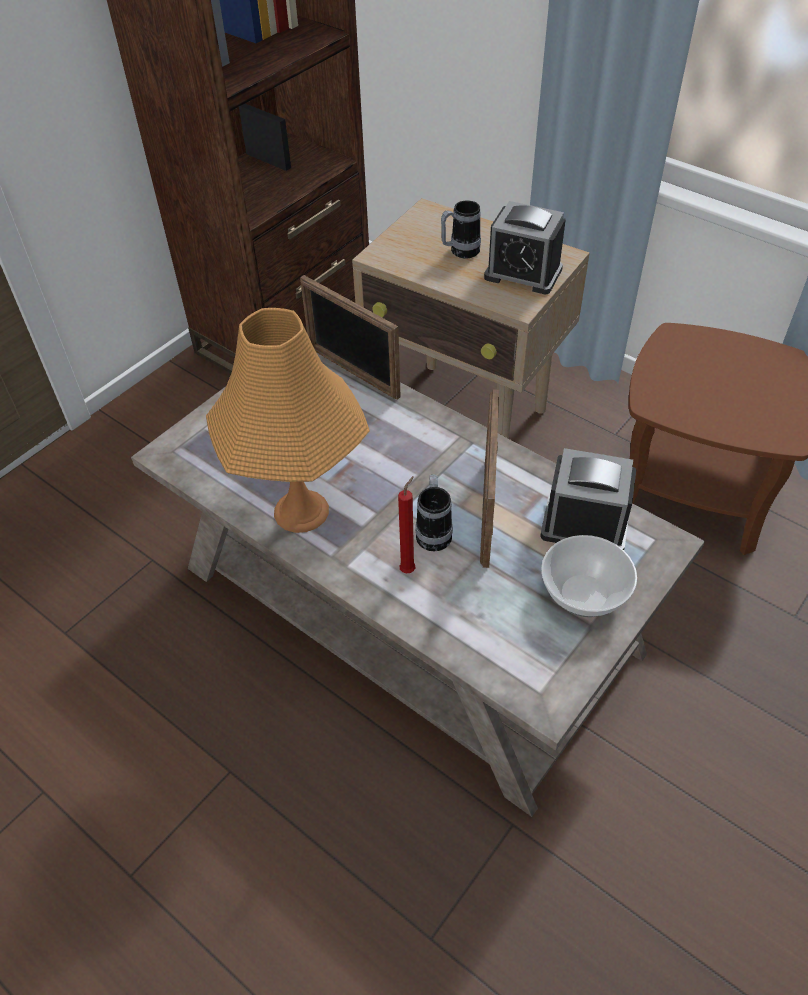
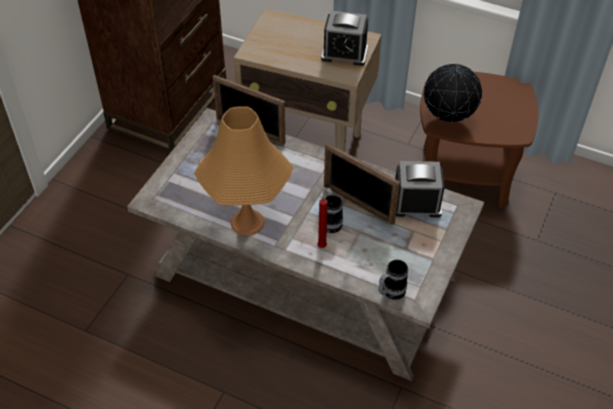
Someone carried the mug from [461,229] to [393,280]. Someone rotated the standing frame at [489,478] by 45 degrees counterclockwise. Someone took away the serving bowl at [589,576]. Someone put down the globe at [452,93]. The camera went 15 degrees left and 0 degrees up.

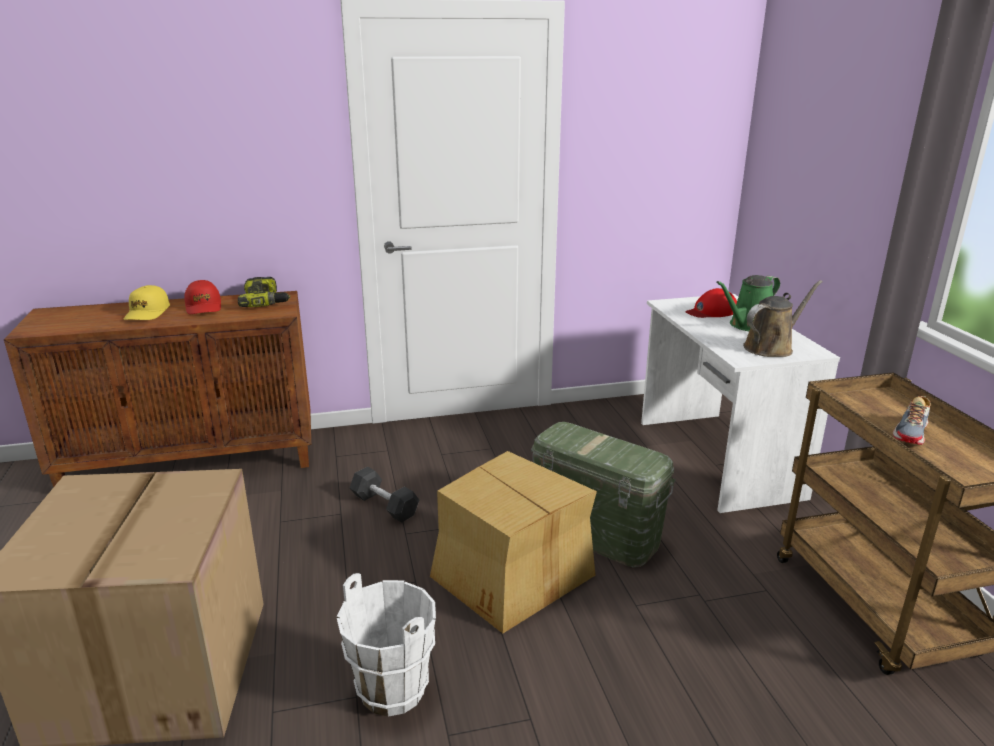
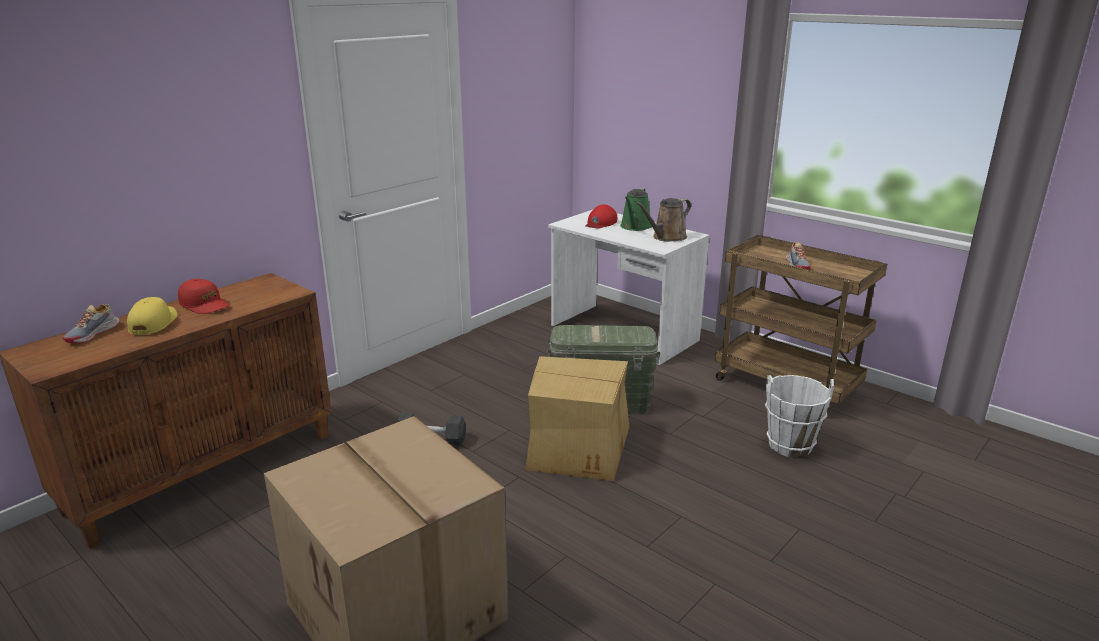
Someone rotated the yellow peaked cap at [147,302] by 150 degrees counterclockwise. Someone took away the drill at [264,292]. Someone carried the white-coloured bucket from [386,644] to [799,416]. Someone rotated the brownish watering can at [783,318] by 150 degrees counterclockwise. Someone put down the item of footwear at [91,323]. The camera went 35 degrees left and 0 degrees up.

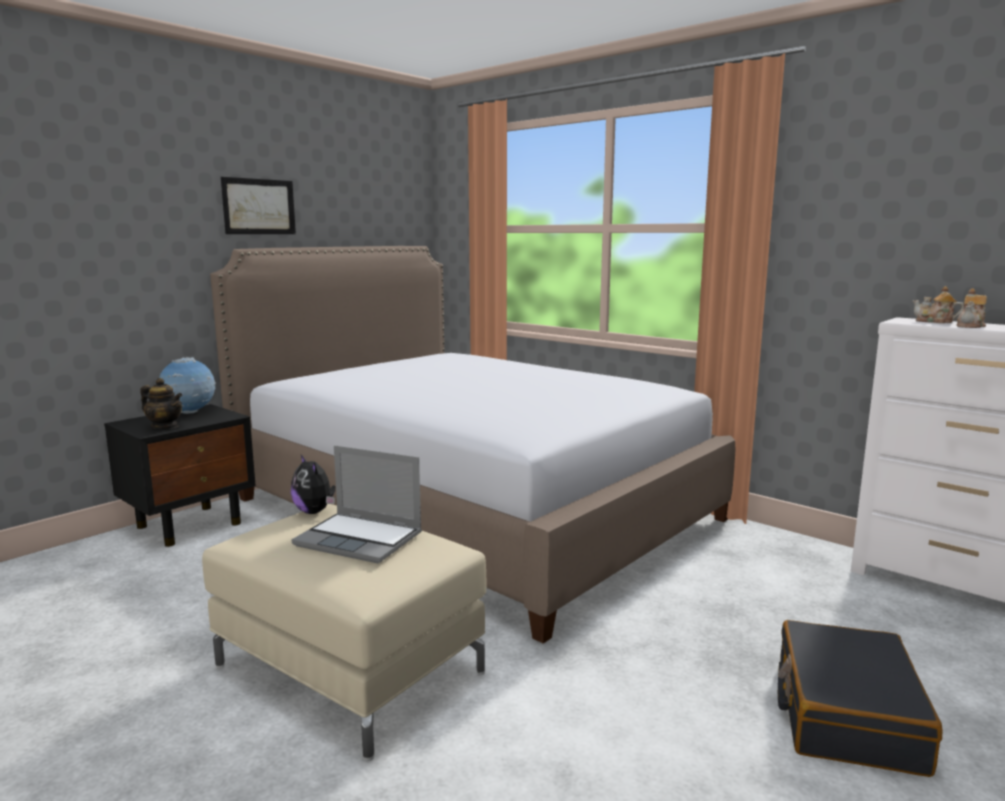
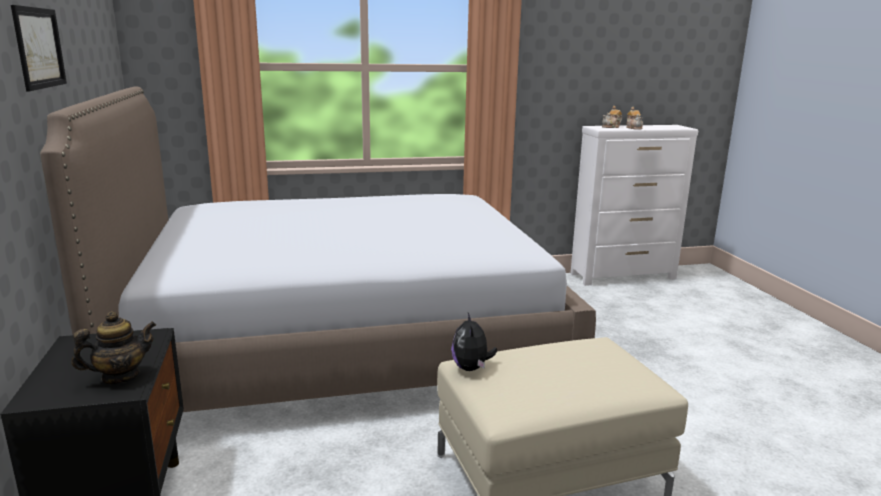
Someone took away the globe at [187,385]. Someone took away the laptop at [356,504]. Someone rotated the plush toy at [313,484] by 90 degrees clockwise. Someone took away the black travel case at [860,698]. The camera went 55 degrees left and 5 degrees up.

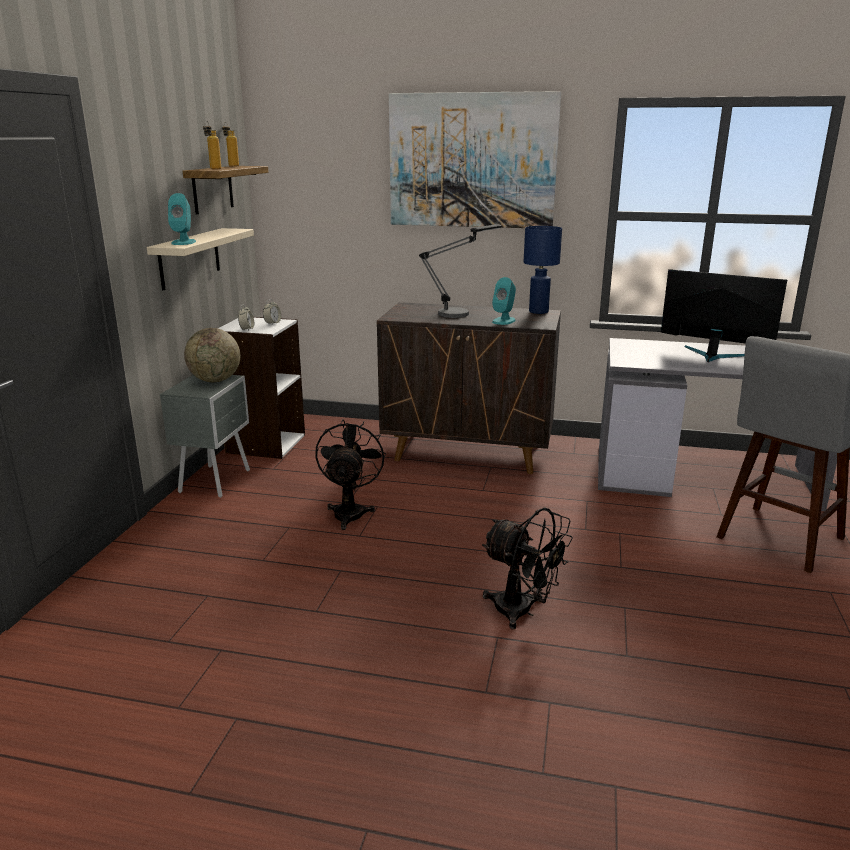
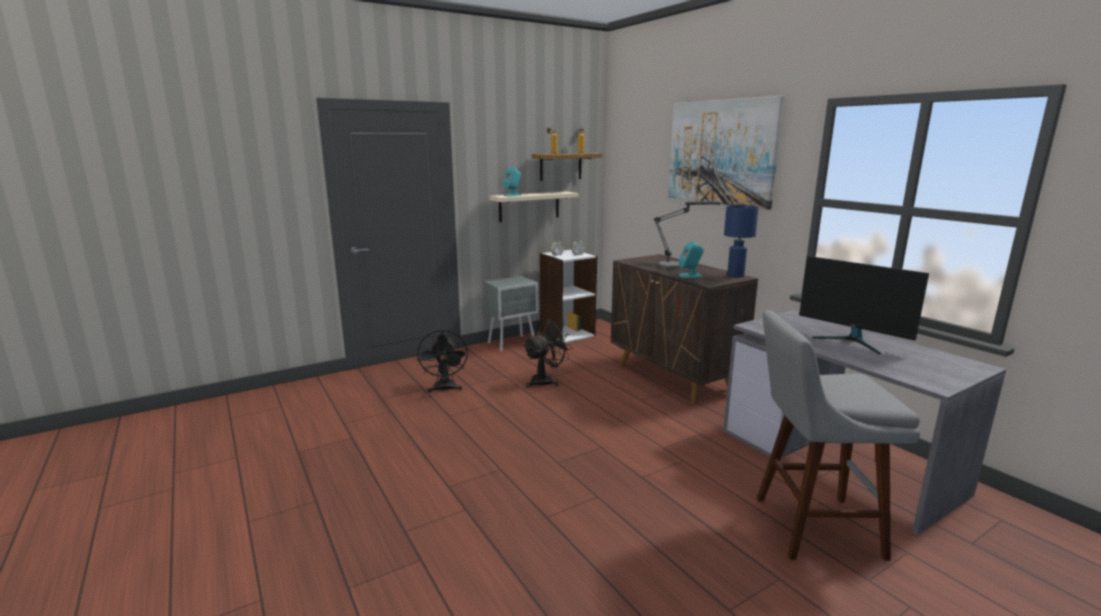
Someone took away the globe at [212,355]. Someone carried the black electric fan from [527,568] to [442,361]. Someone rotated the monitor at [724,315] by 150 degrees clockwise. The camera went 45 degrees right and 5 degrees down.

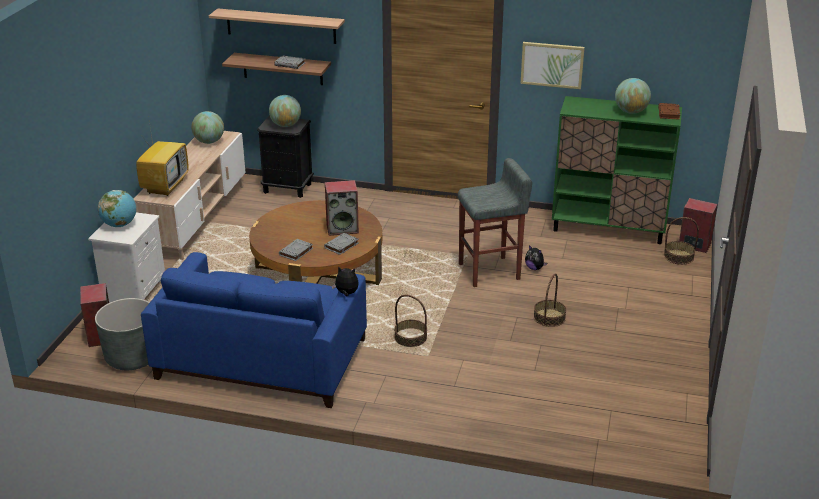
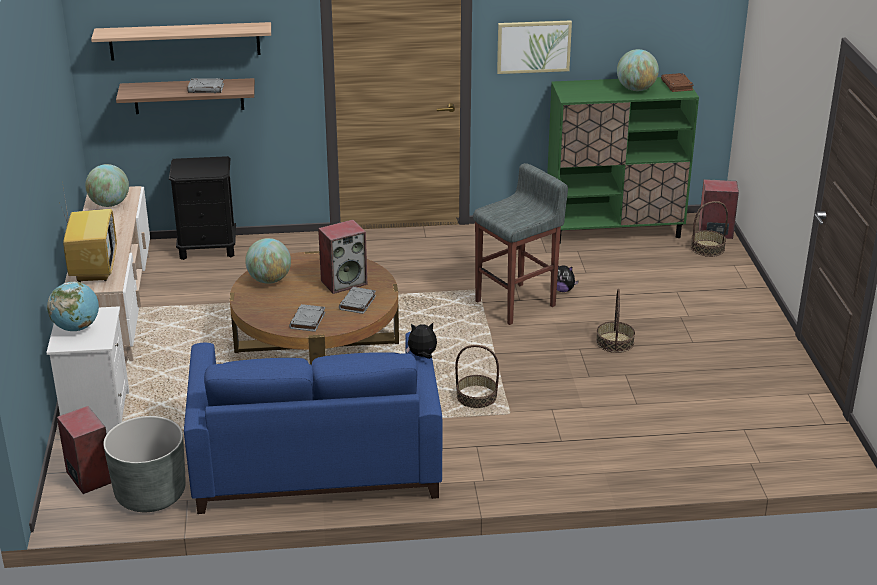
Someone carried the globe from [285,111] to [268,261]. The camera went 20 degrees left and 0 degrees up.

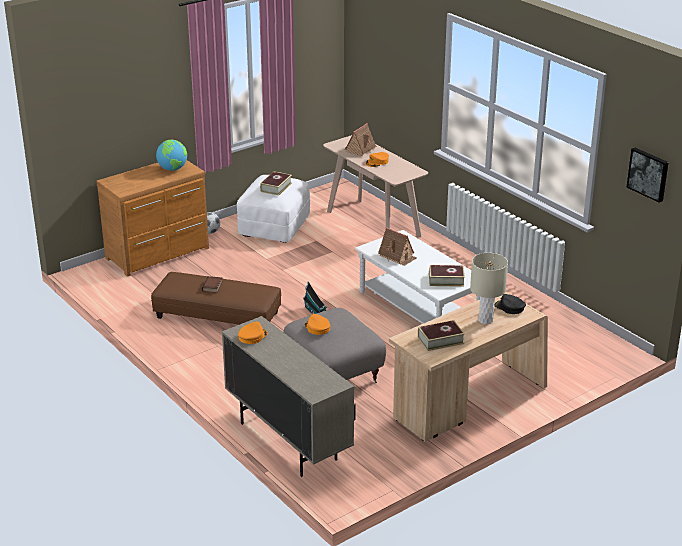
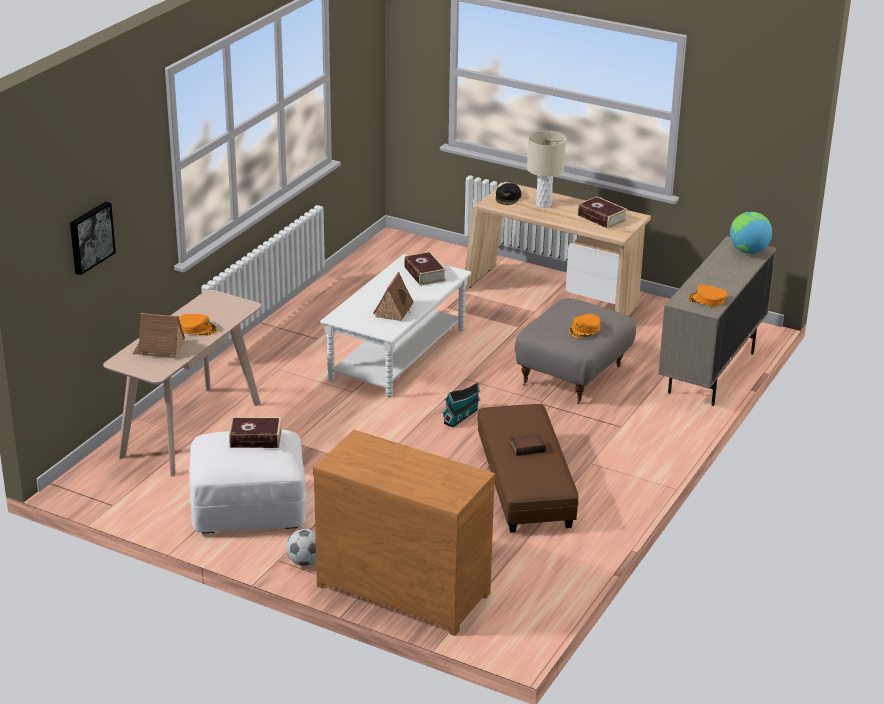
Someone carried the globe from [171,155] to [751,233]. Someone carried the picture from [648,175] to [93,238]. The camera went 115 degrees left and 0 degrees up.

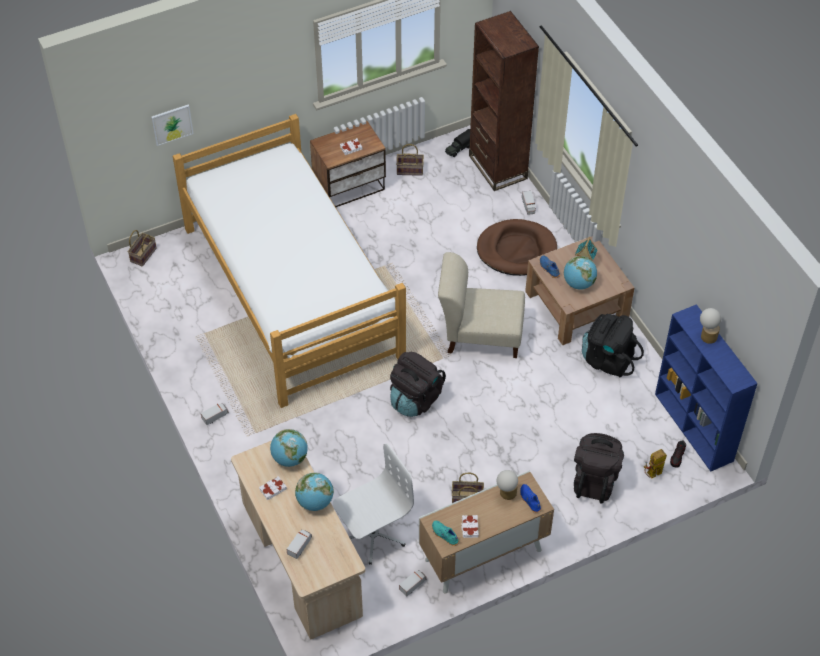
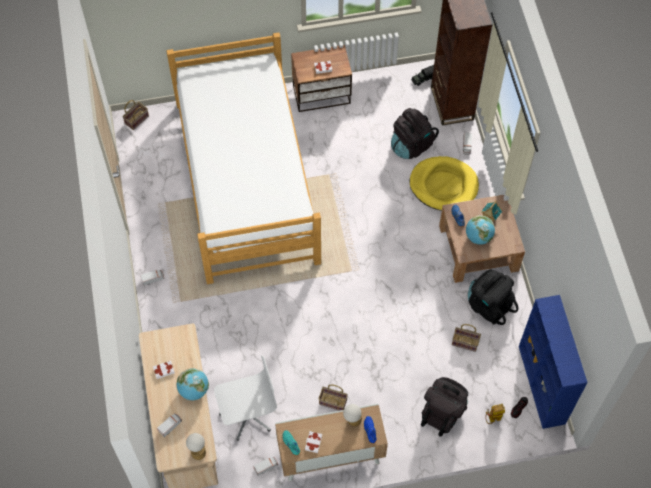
Someone took away the picture at [172,125]. Someone took away the globe at [289,448]. Someone carried the black knapsack from [418,384] to [415,133]. Someone carried the household basket from [410,160] to [466,338]. Someone took away the beige plain chair at [481,305]. Someone repainted the brownish dog bed at [517,247], which became the yellow dog bed at [444,183]. Someone carried the tabletop lamp from [710,326] to [196,446]. The camera went 15 degrees right and 10 degrees up.

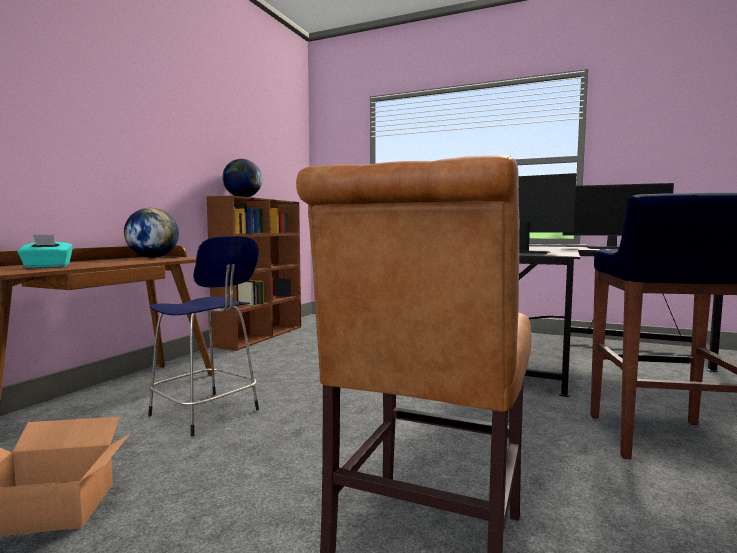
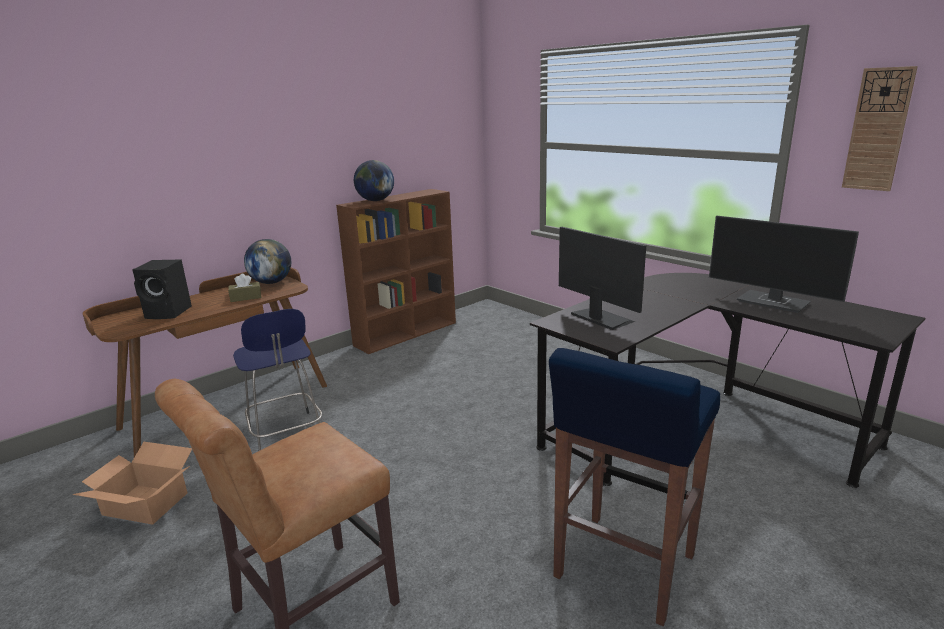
Someone swapped the turquoise-coloured tissue box at [45,251] for the black speaker at [162,289]. Someone put down the brownish tissue box at [244,288]. Someone put up the wall clock at [880,128]. The camera went 25 degrees right and 15 degrees up.

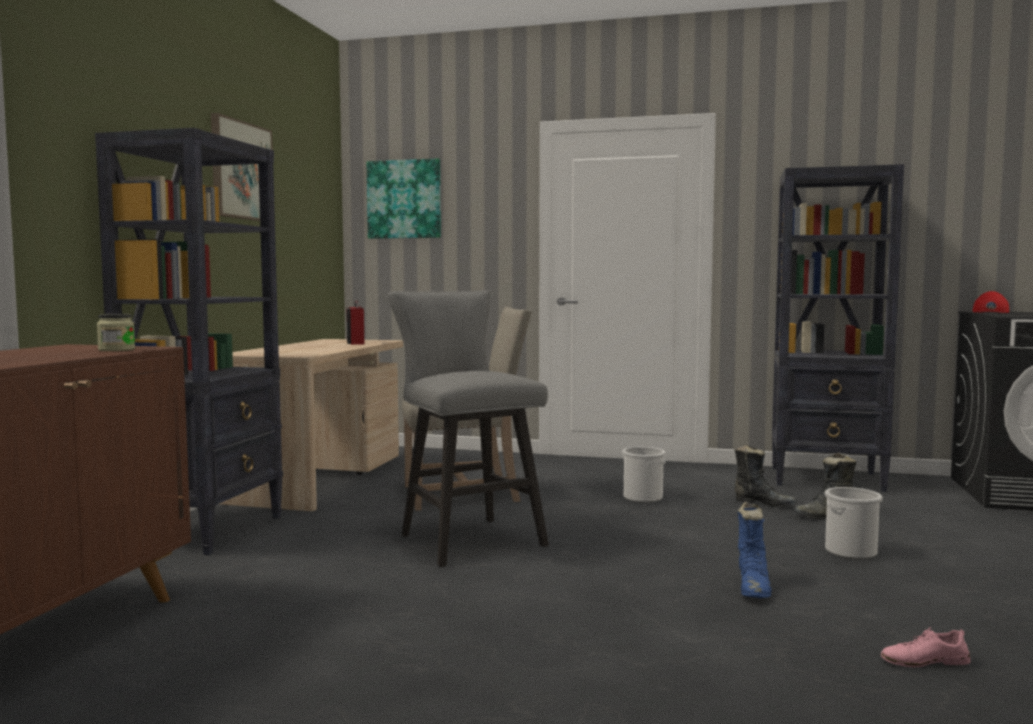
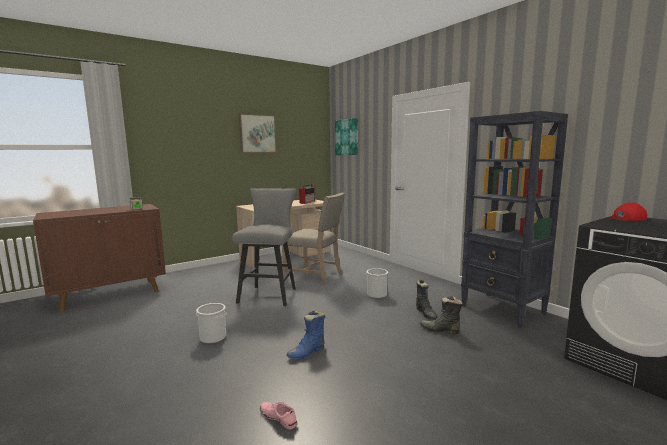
Someone took away the black bookcase at [189,341]. Someone carried the bucket from [854,523] to [211,323]. The camera went 40 degrees right and 5 degrees up.

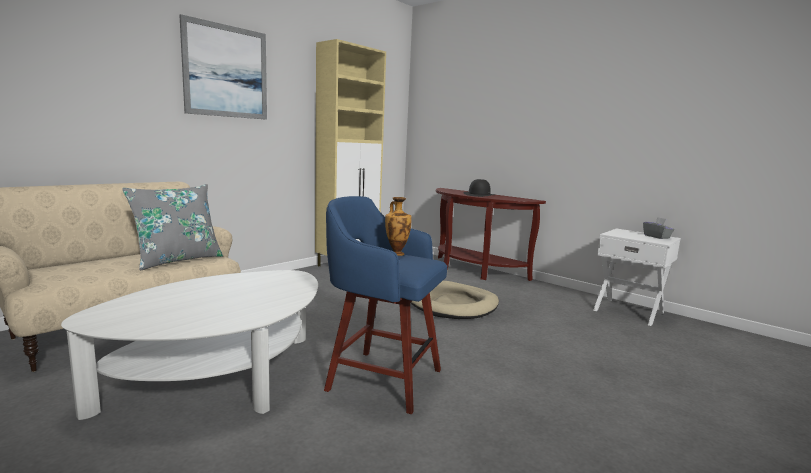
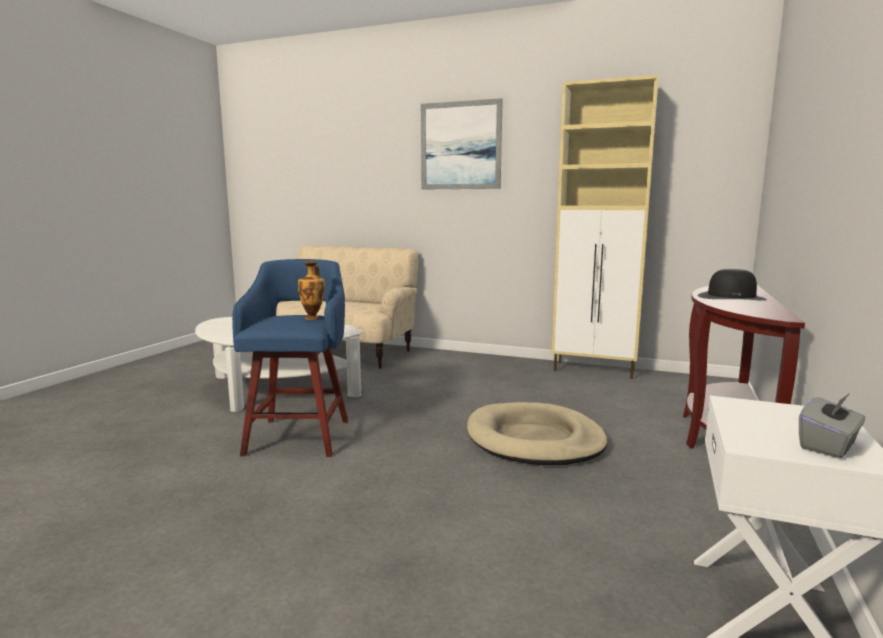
Someone took away the gray pillow at [172,227]. The camera went 70 degrees right and 0 degrees up.

